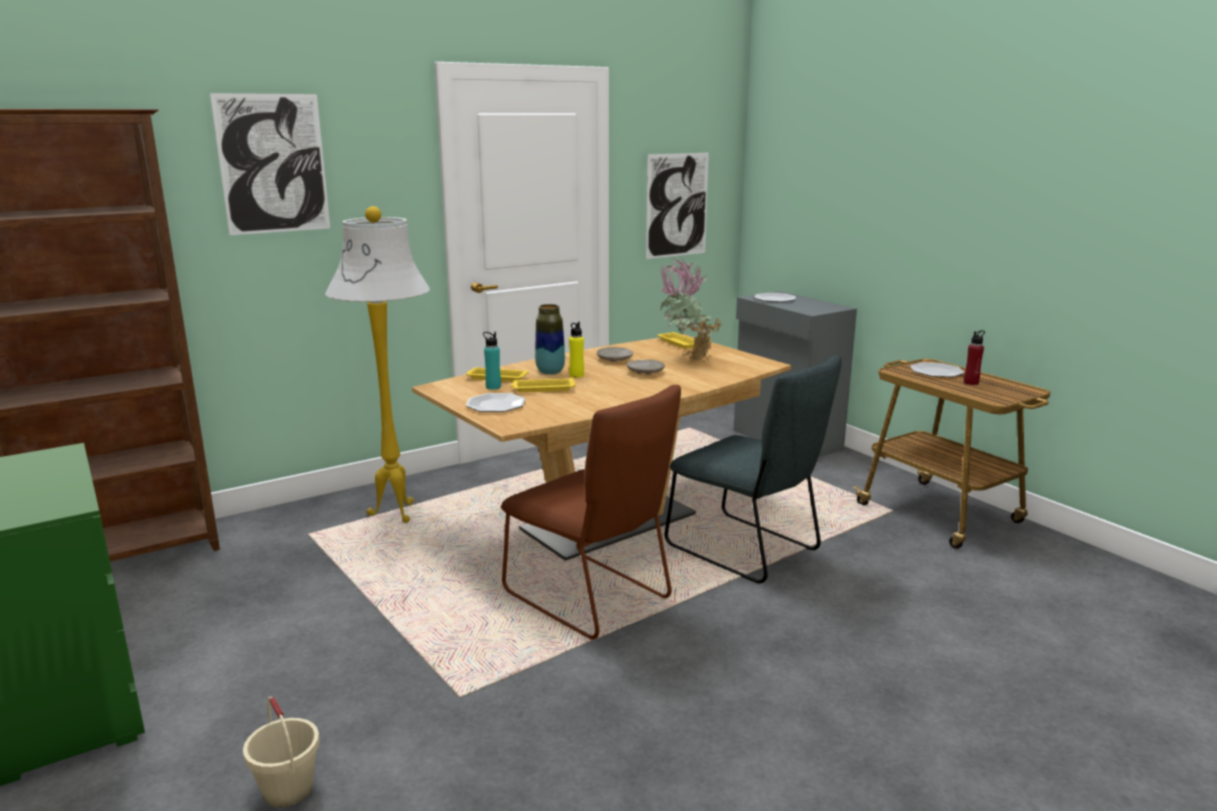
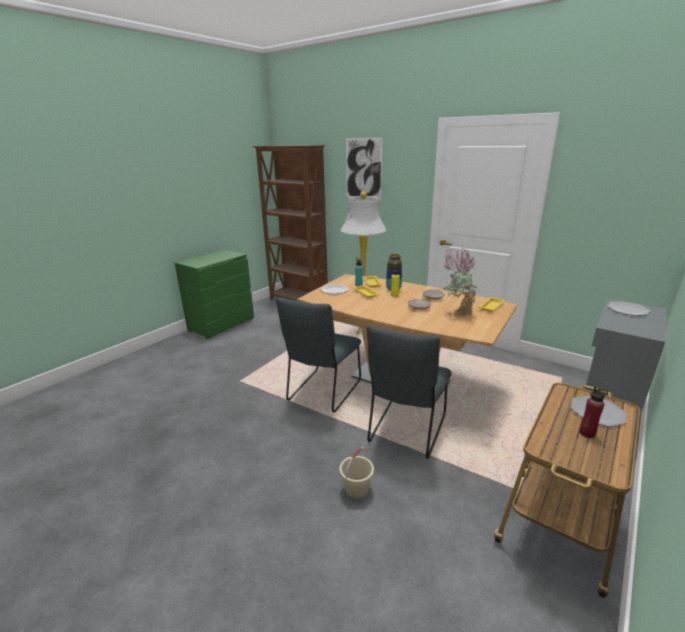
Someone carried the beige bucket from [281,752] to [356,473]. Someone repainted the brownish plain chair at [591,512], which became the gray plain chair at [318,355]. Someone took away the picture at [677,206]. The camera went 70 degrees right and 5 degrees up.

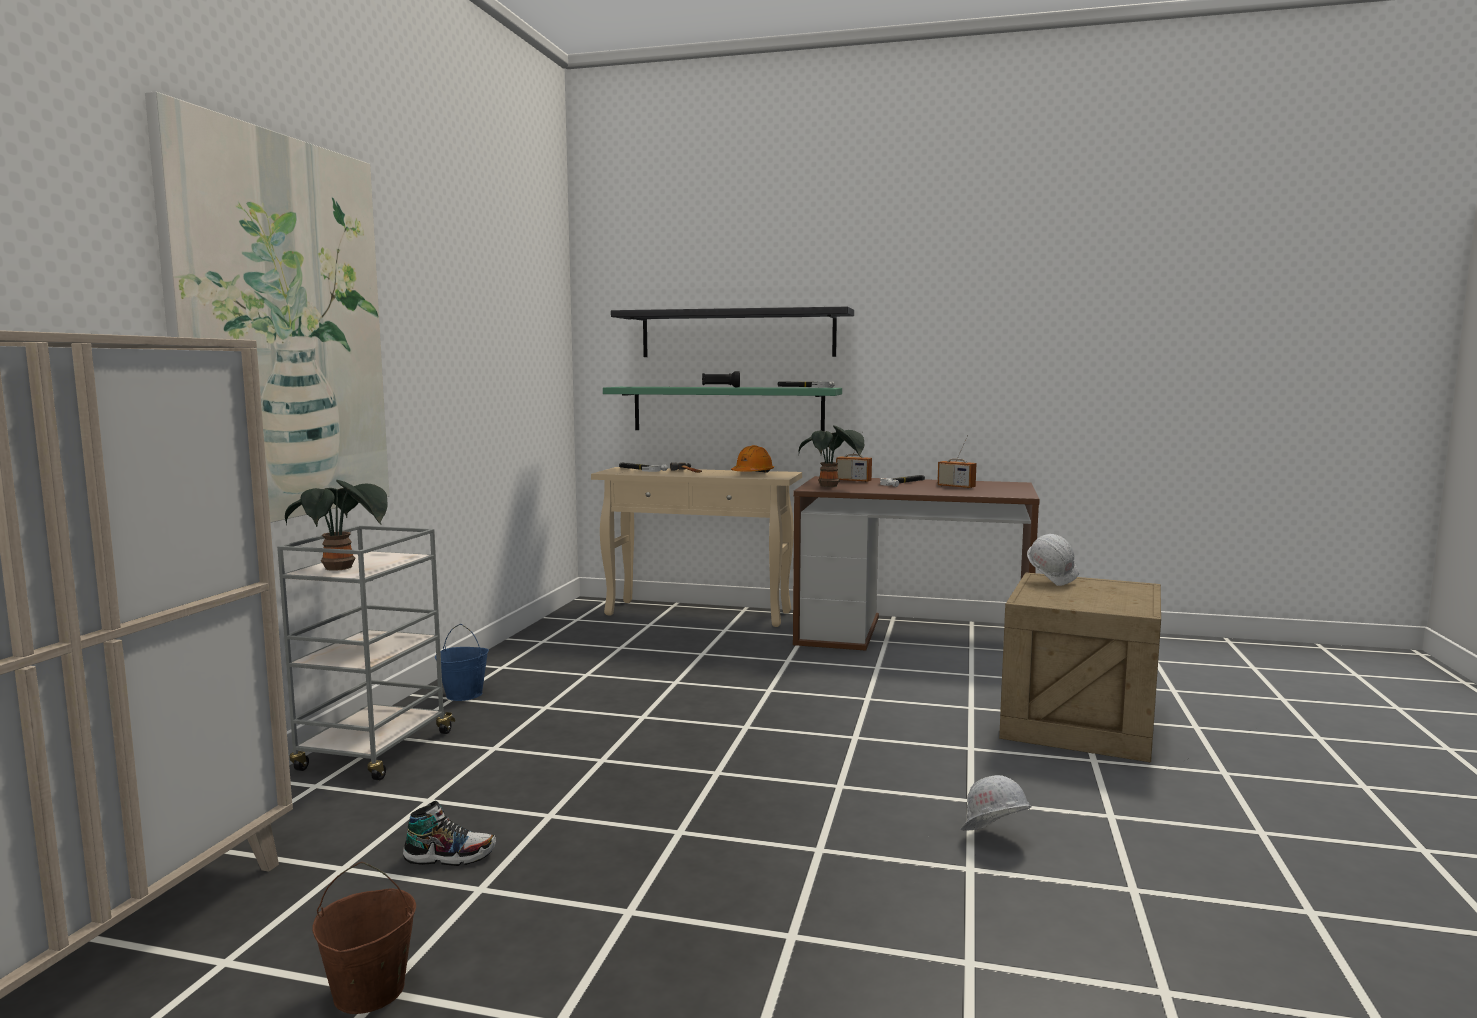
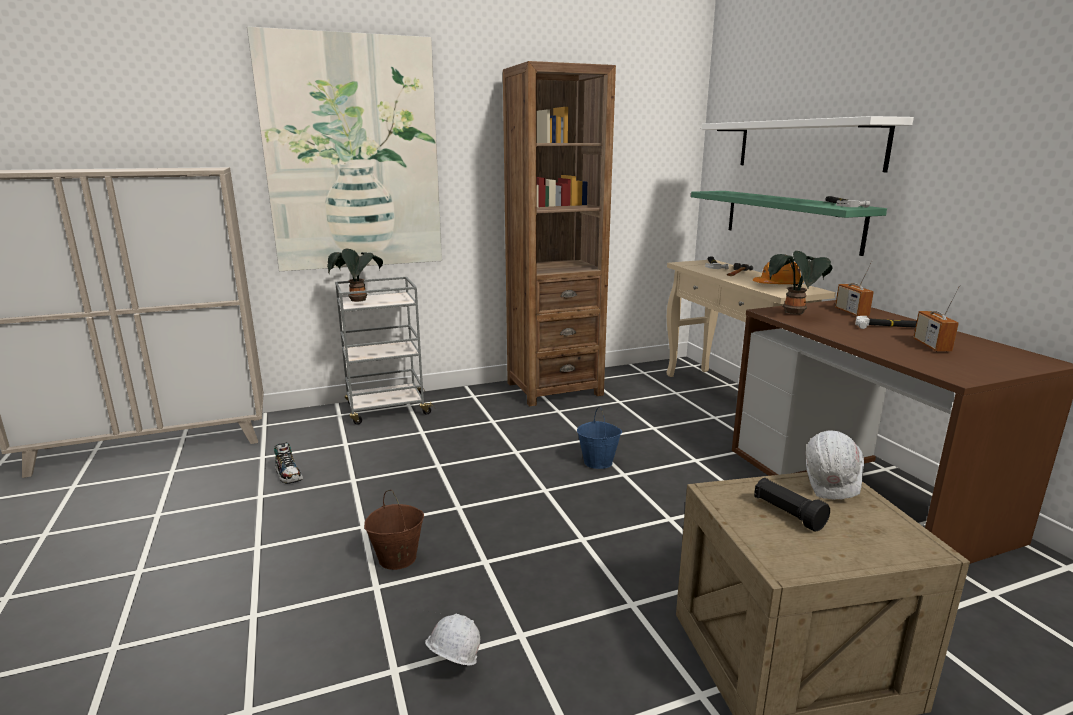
Someone carried the brownish bucket from [364,938] to [394,530]. Someone carried the blue-coloured bucket from [462,662] to [599,438]. Someone repainted the black shelf at [732,332], which became the white-coloured shelf at [807,144]. Someone carried the black flashlight from [721,379] to [792,505]. Someone put down the brownish bookcase at [559,233]. The camera went 55 degrees right and 10 degrees up.

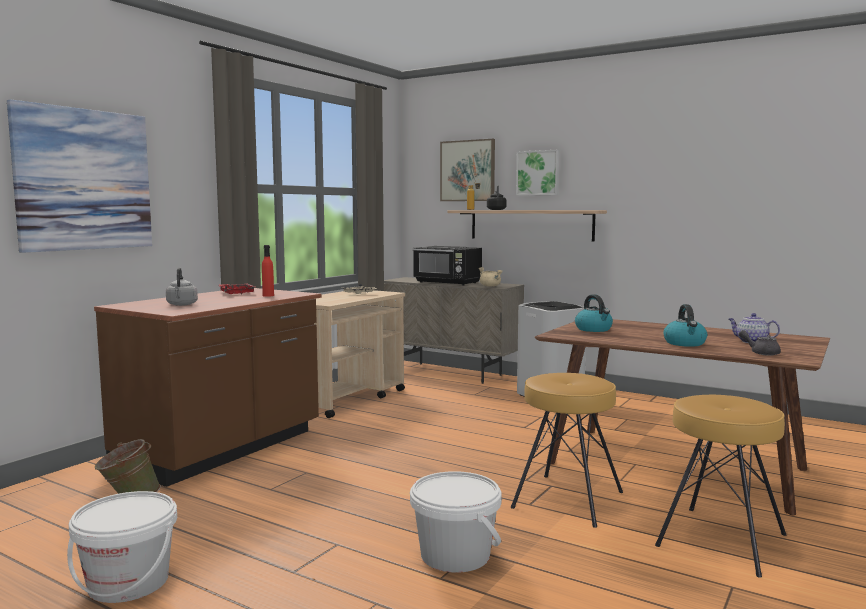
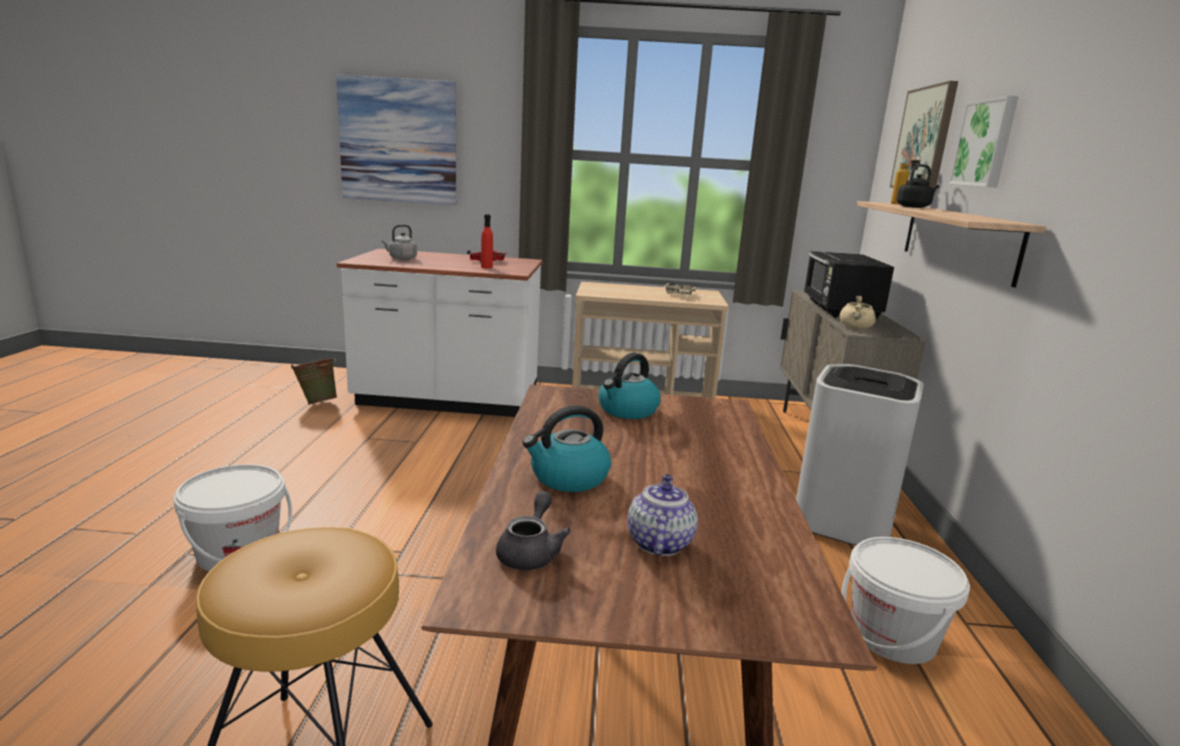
Someone carried the white-coloured bucket from [122,547] to [906,600]. Someone repainted the brownish kitchen base unit at [208,387], which became the white-coloured kitchen base unit at [440,333]. Someone took away the brownish stool at [567,450]. The camera went 60 degrees right and 10 degrees up.

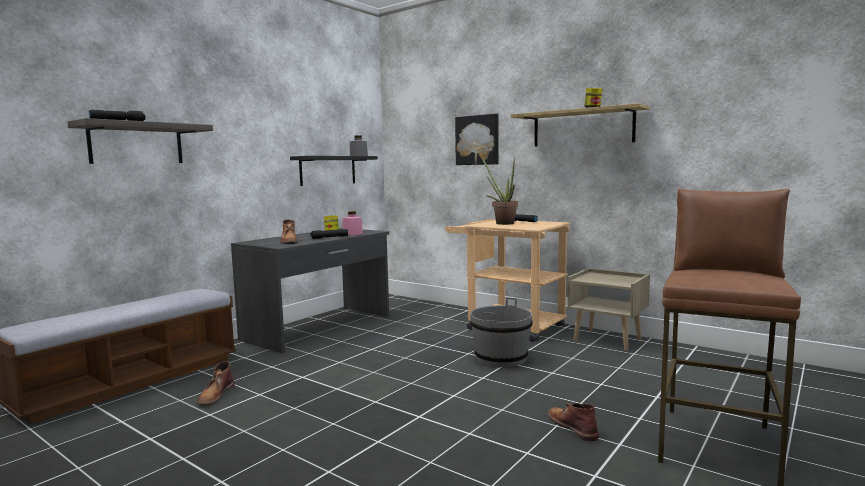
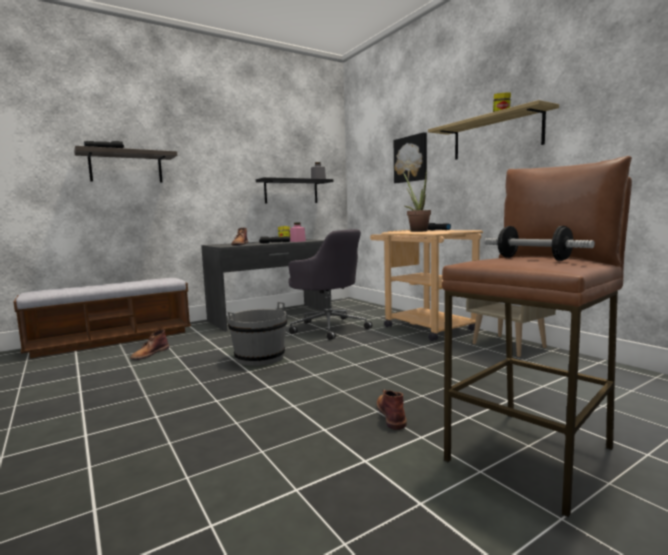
Someone carried the gray bucket from [501,332] to [257,334]. Someone put down the gray office chair at [330,284]. Someone put down the dumbbell at [539,243]. The camera went 20 degrees right and 0 degrees up.

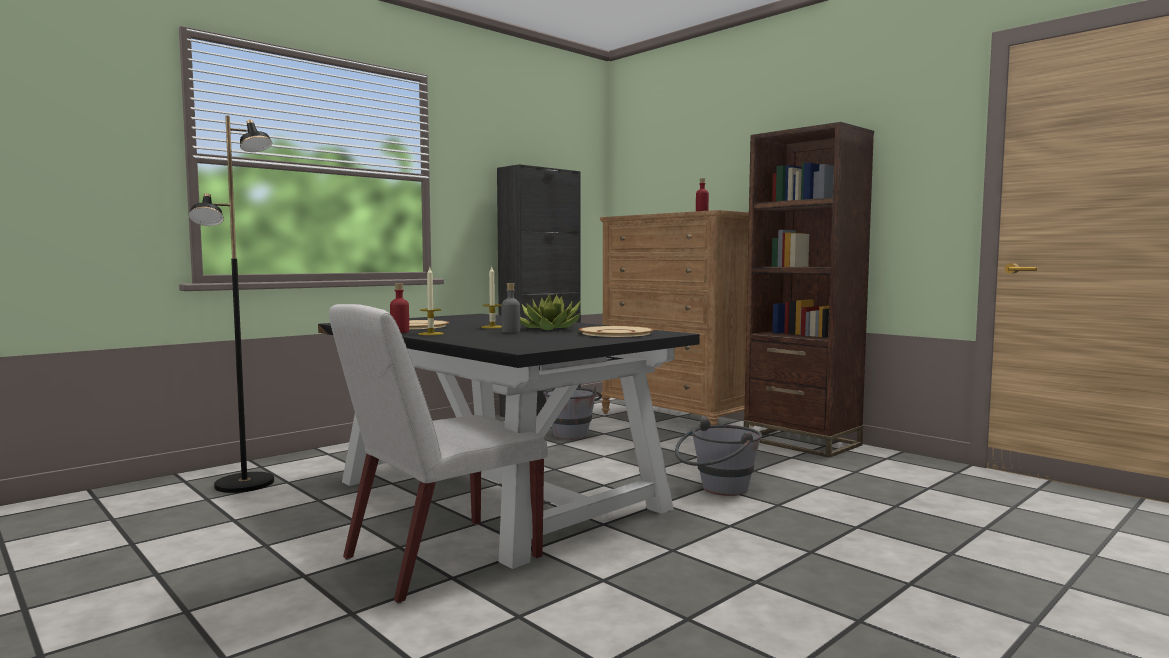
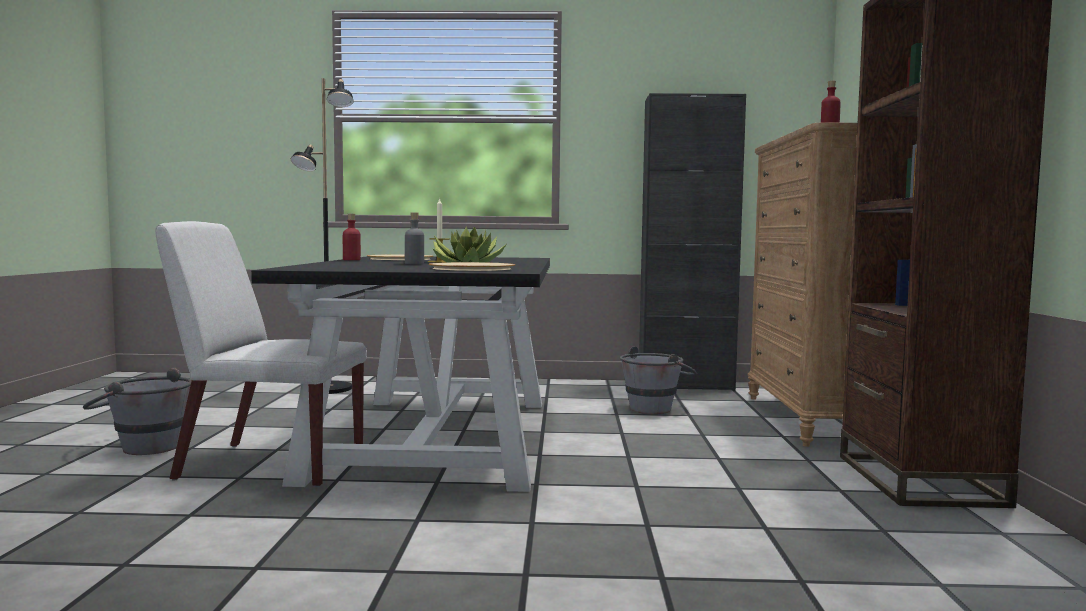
Someone took away the wax light at [431,301]. Someone carried the gray bucket from [718,457] to [137,411]. The camera went 45 degrees right and 0 degrees up.

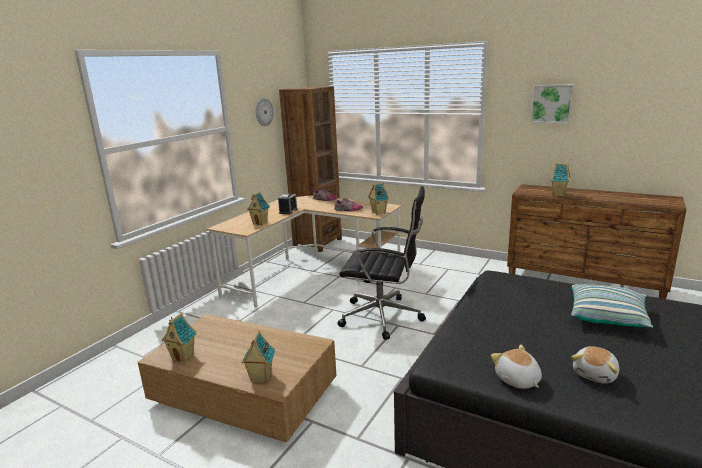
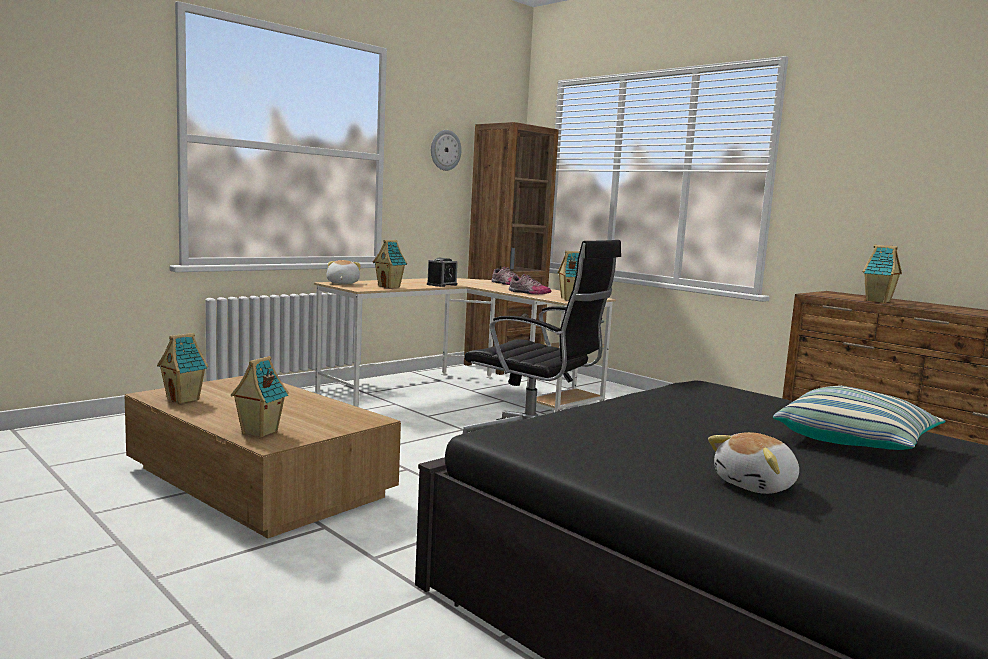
Someone carried the plush toy from [516,367] to [343,272]. Someone took away the picture at [552,104]. The camera went 15 degrees right and 10 degrees down.

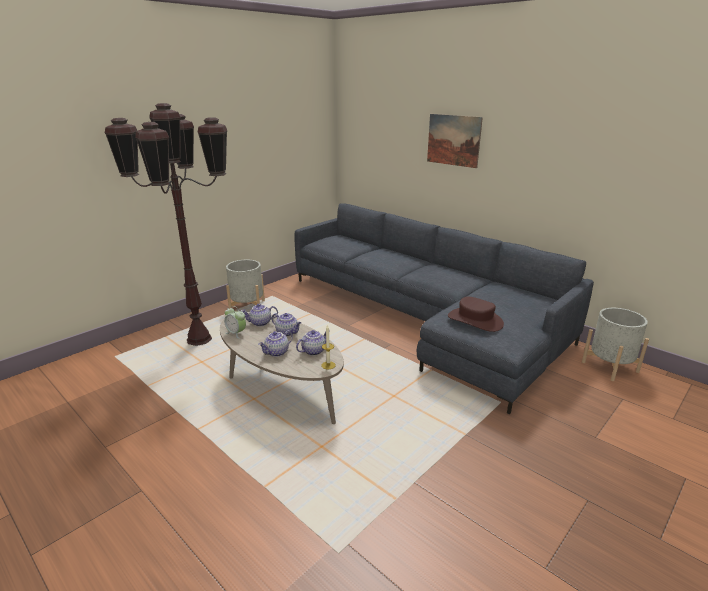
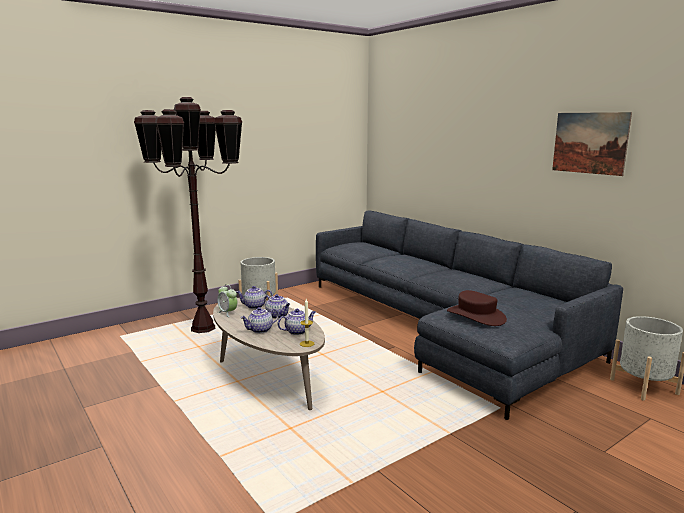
Someone carried the picture from [455,141] to [592,144]. The camera went 10 degrees right and 10 degrees down.

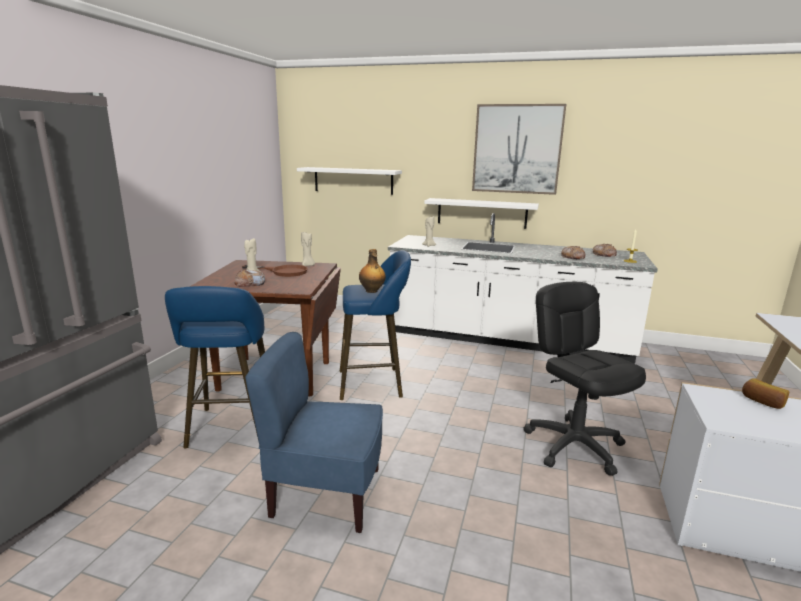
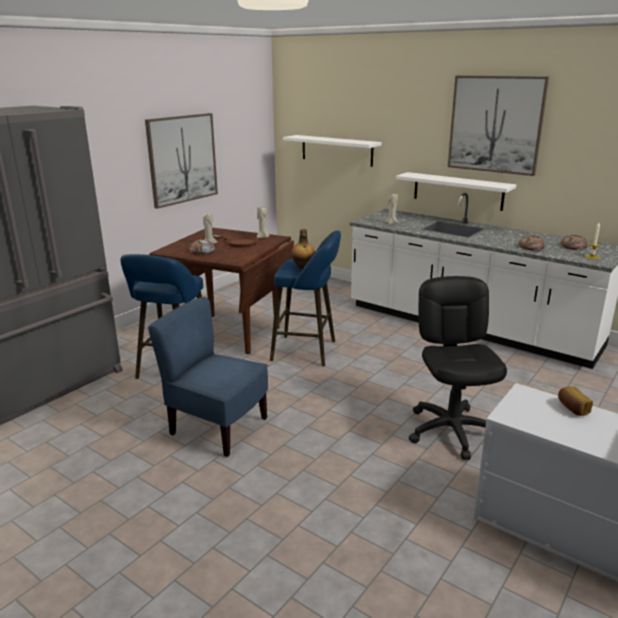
Someone put up the picture at [181,161]. The camera went 20 degrees right and 5 degrees up.

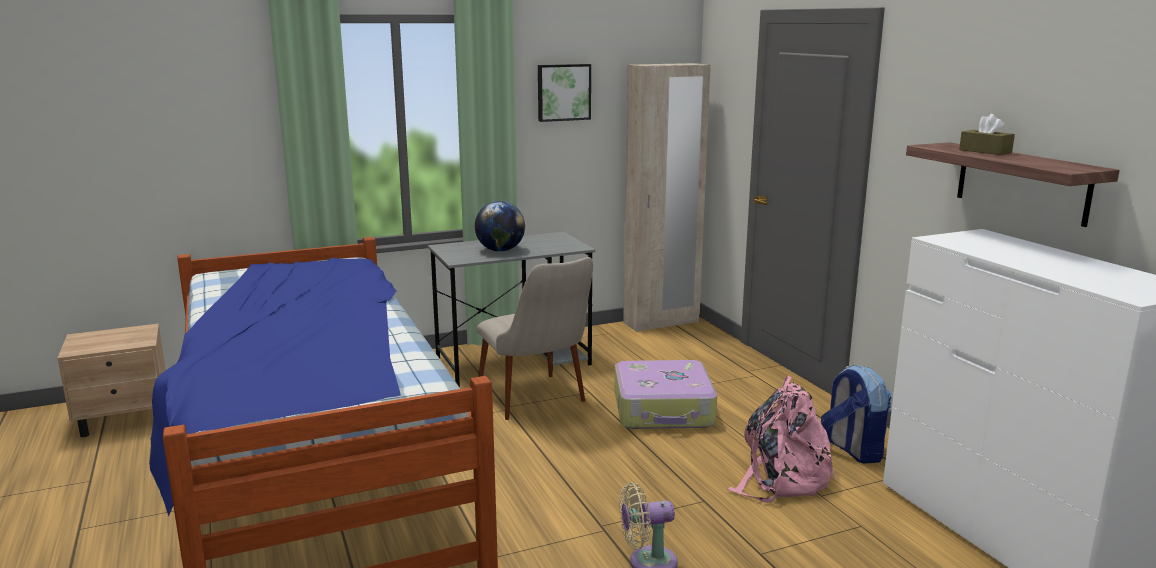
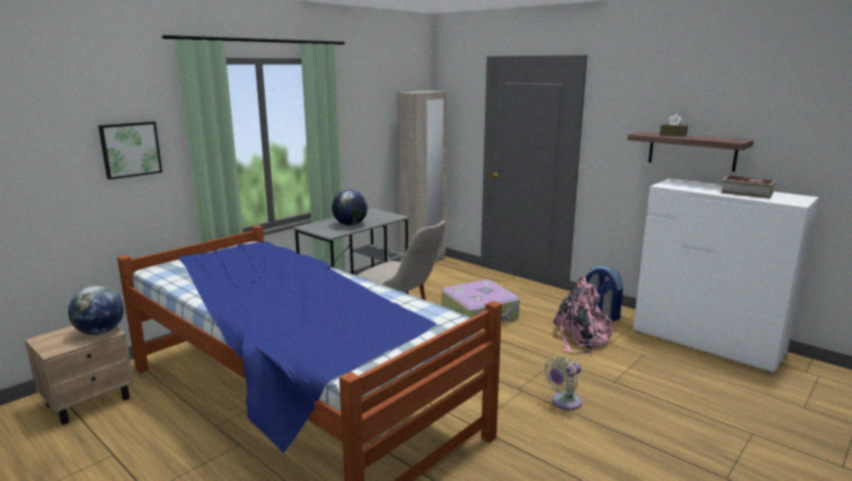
Someone carried the picture from [564,93] to [130,151]. Someone put down the globe at [96,310]. Someone put down the volume at [747,187]. The camera went 25 degrees left and 0 degrees up.

